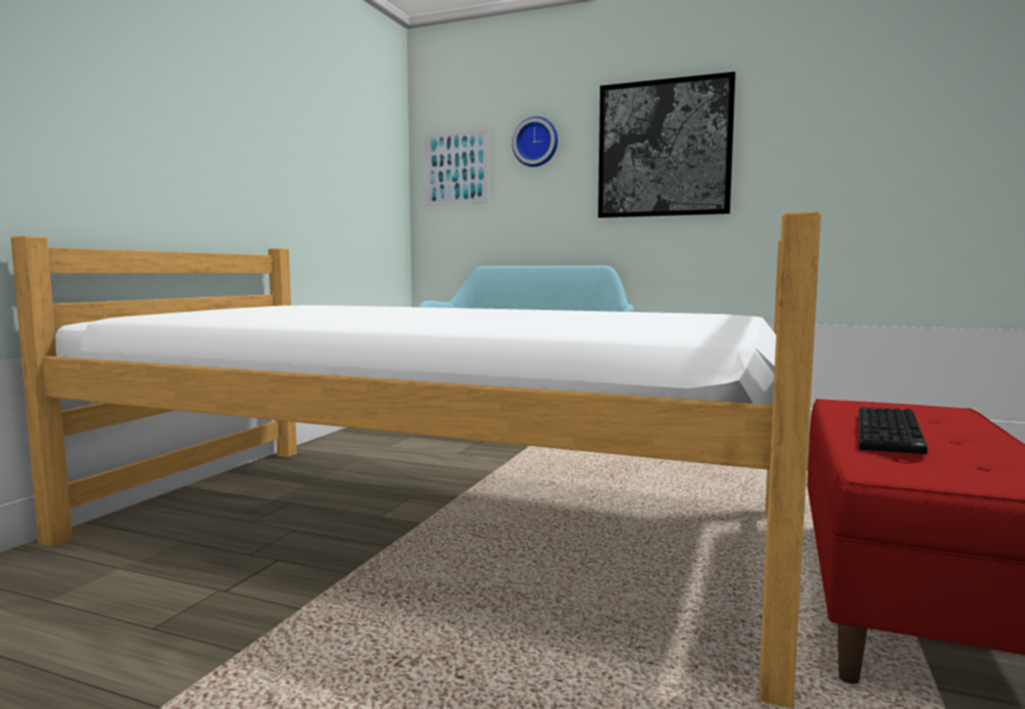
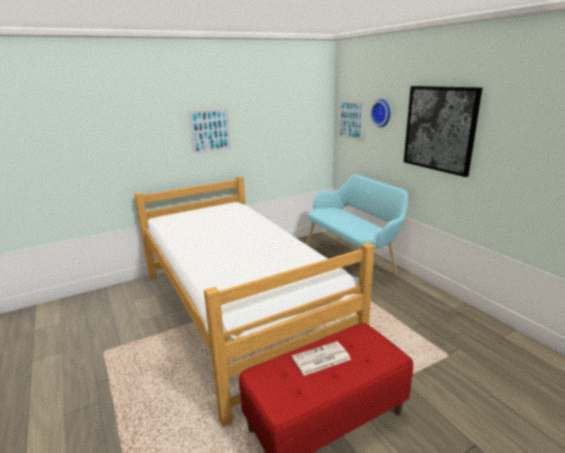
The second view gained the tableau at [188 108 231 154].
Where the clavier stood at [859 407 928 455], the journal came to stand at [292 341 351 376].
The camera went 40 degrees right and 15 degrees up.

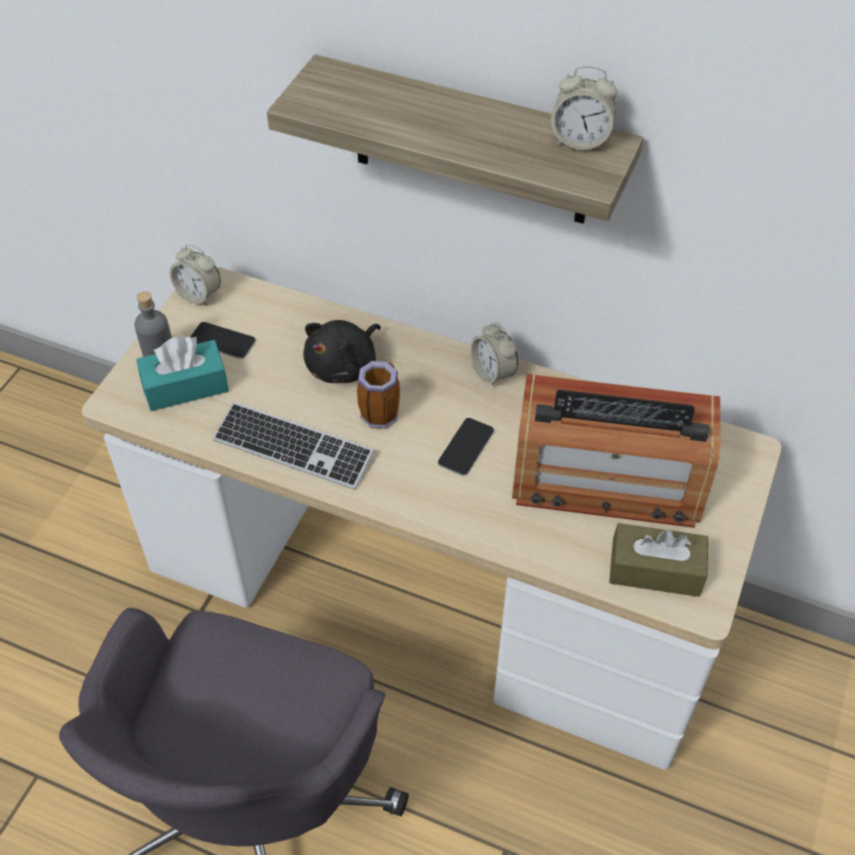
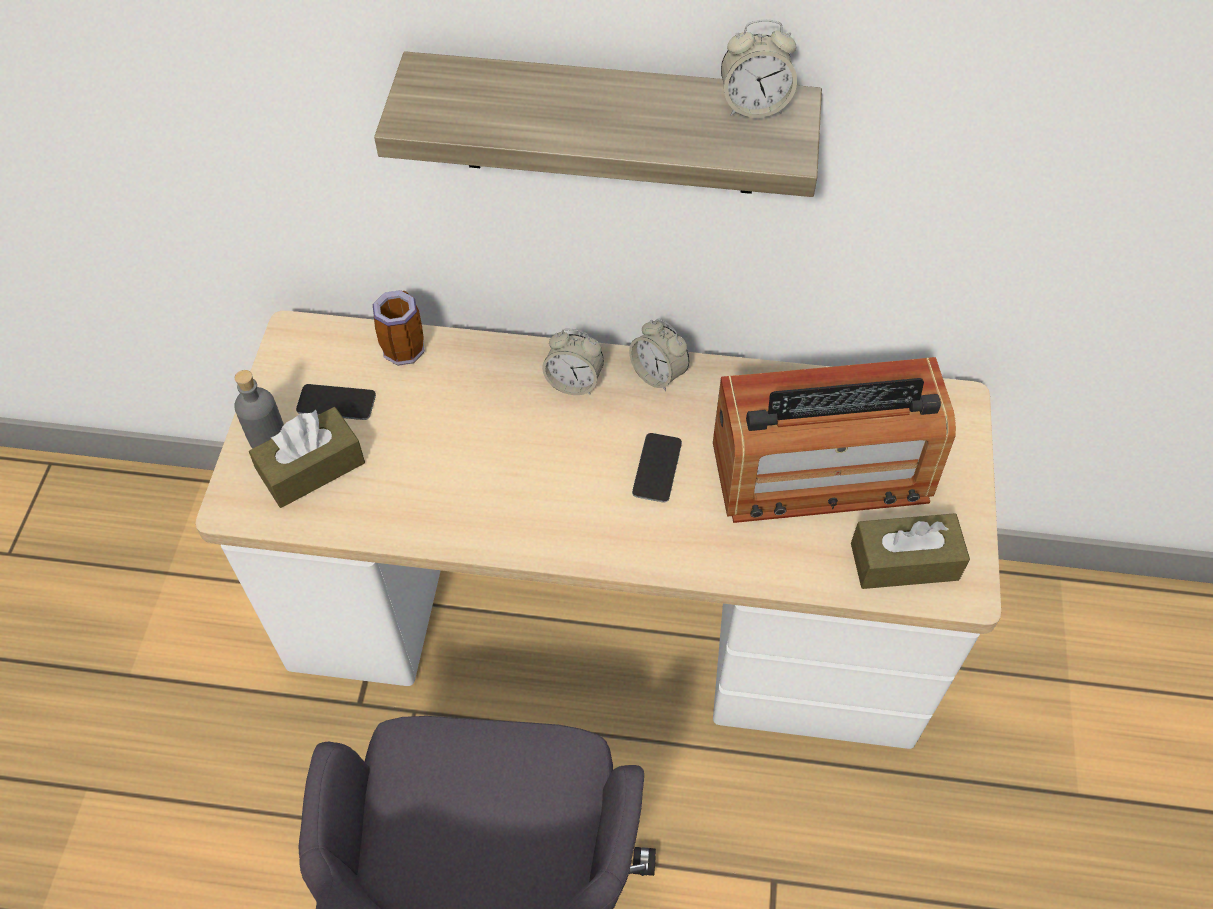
The second view lost the clavier at [213 402 374 490].
The second view lost the peluche/noir at [303 320 381 383].
The réveil ended up elsewhere, having gone from [170 244 221 306] to [542 329 604 395].
The mug ended up elsewhere, having gone from [357 361 400 429] to [373 290 425 366].
What was the boîte à mouchoirs/turquoise at [136 336 229 411] turned into the boîte à mouchoirs/marron at [249 407 365 508].
The camera went 15 degrees left and 5 degrees up.

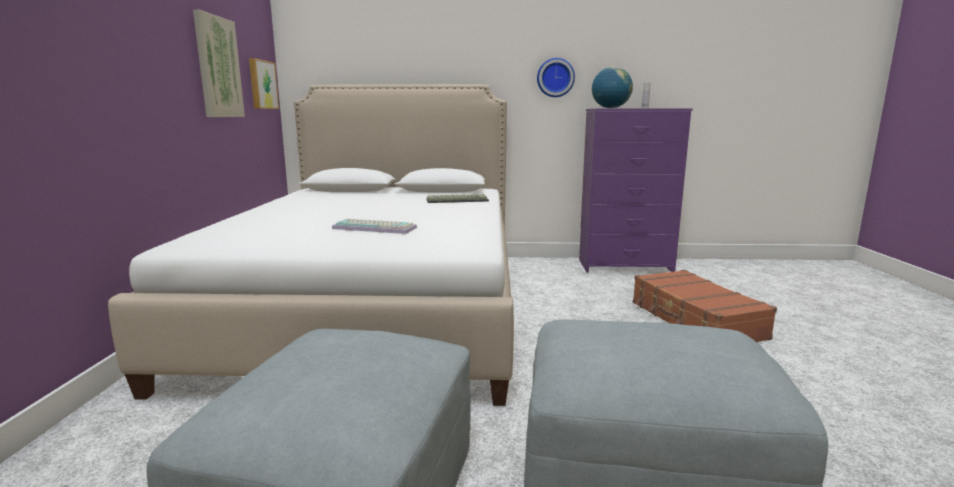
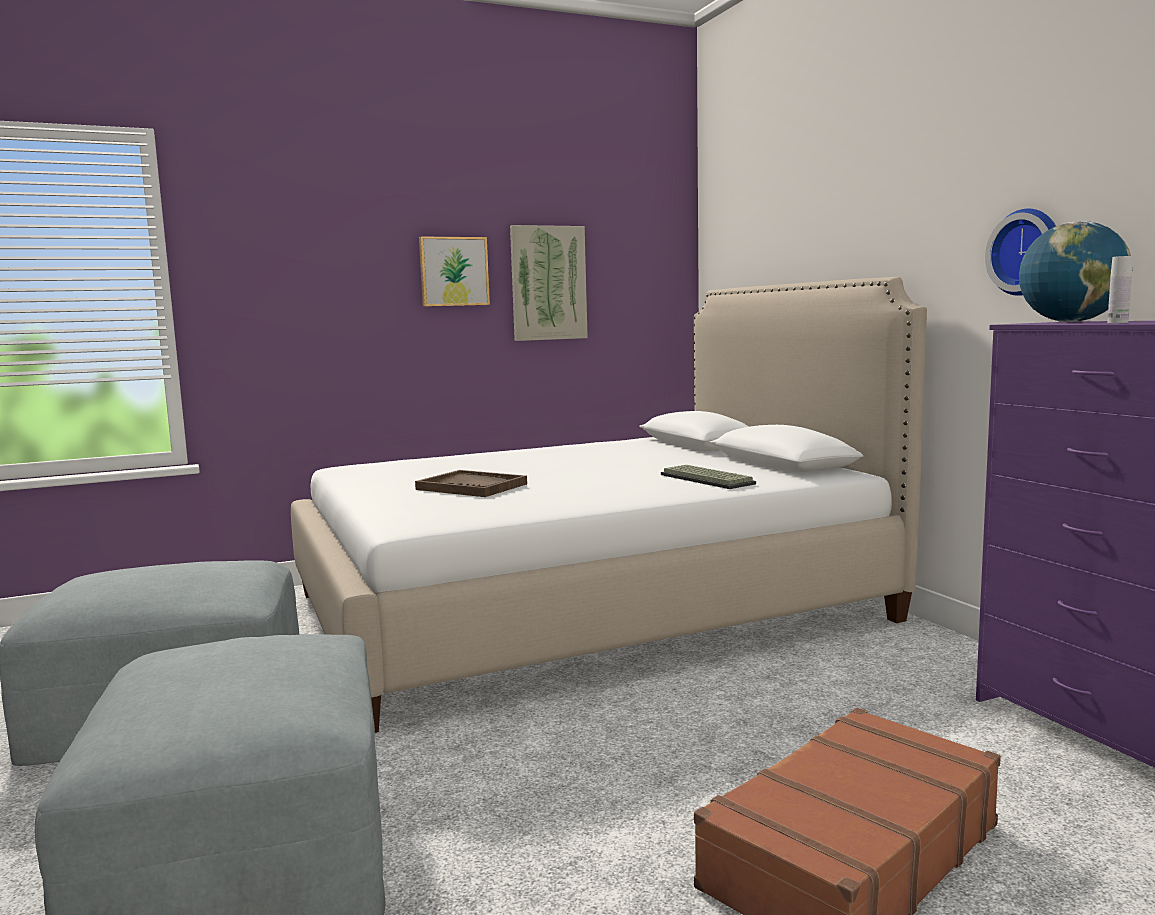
The tableau ended up elsewhere, having gone from [249 58 279 109] to [419 237 490 307].
Where the clavier stood at [332 219 417 234], the plateau/marron came to stand at [415 470 527 497].
The camera went 65 degrees right and 5 degrees down.

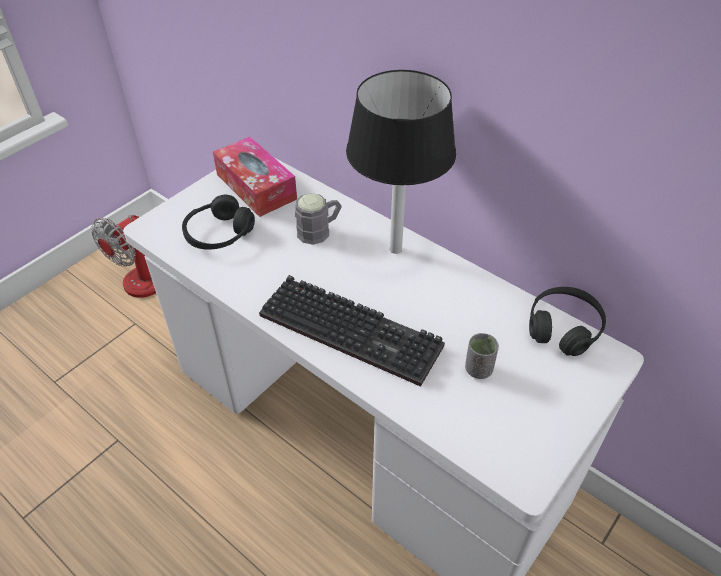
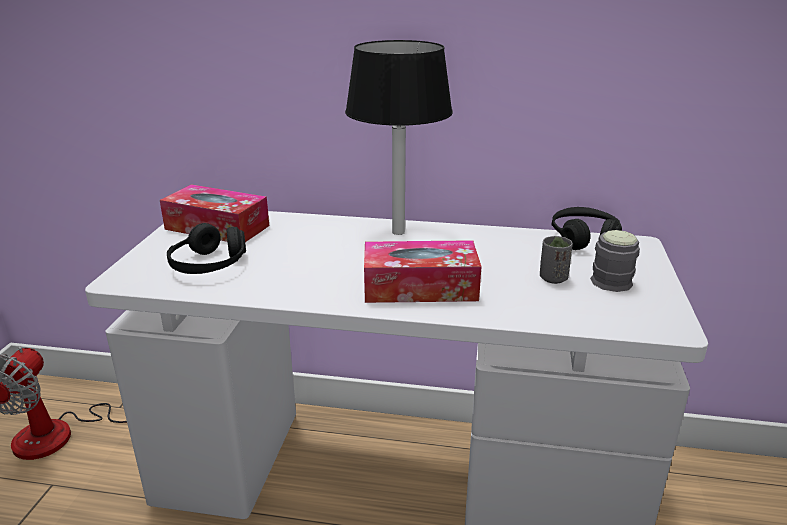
The mug/gris ended up elsewhere, having gone from [295 193 342 245] to [590 230 640 292].
Where the clavier stood at [259 275 445 387], the boîte à mouchoirs came to stand at [364 240 481 303].
The camera went 30 degrees left and 20 degrees down.

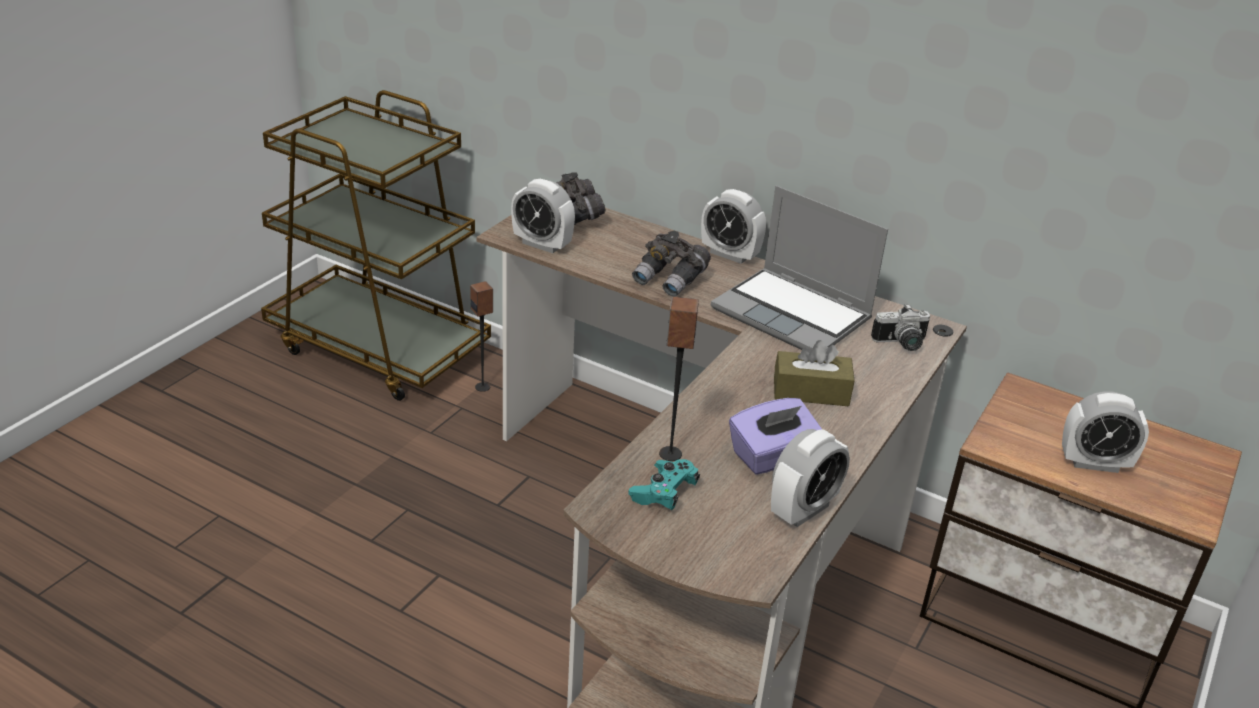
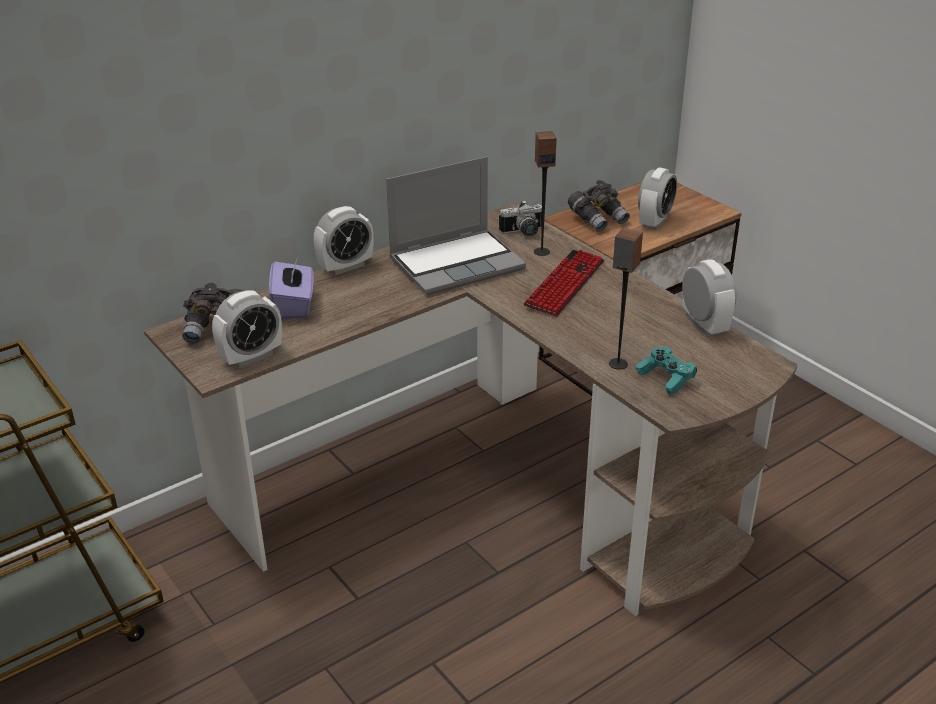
The enceinte ended up elsewhere, having gone from [470 281 493 392] to [534 131 557 256].
The jumelles/gris ended up elsewhere, having gone from [632 231 711 297] to [568 180 630 232].
The boîte à mouchoirs/violet ended up elsewhere, having gone from [729 398 822 474] to [269 256 314 319].
Where the boîte à mouchoirs/marron stood at [774 340 854 406], the clavier came to stand at [524 250 605 317].
The appareil photo at [871 304 930 351] ended up facing another way, 60 degrees clockwise from before.
The camera went 65 degrees left and 0 degrees up.

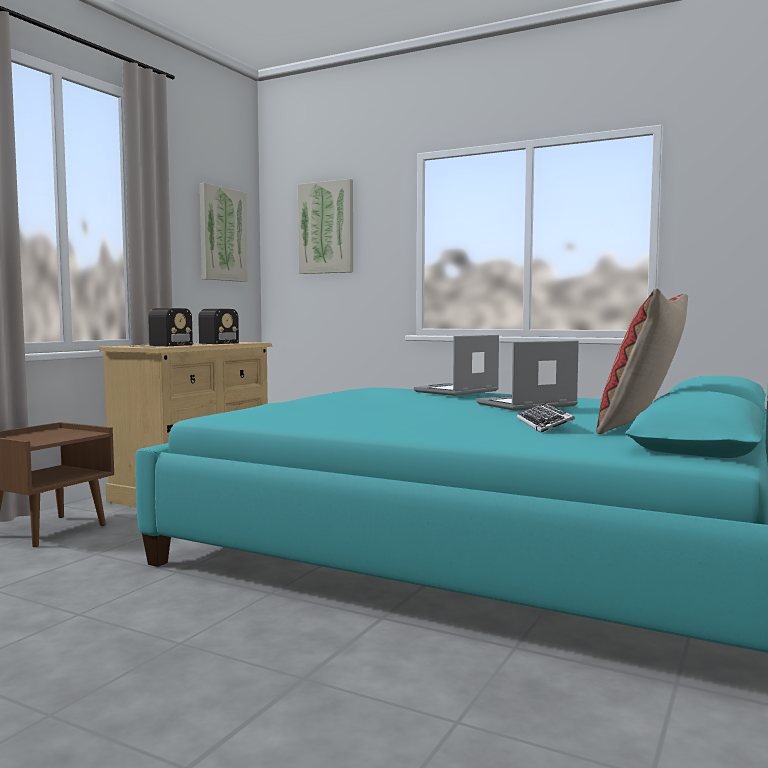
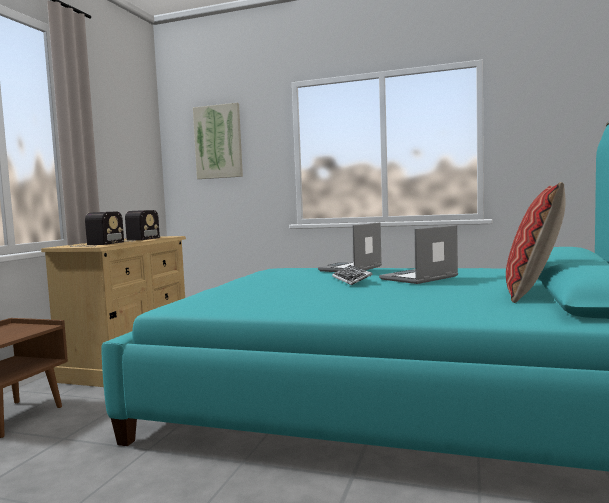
The second view lost the tableau at [200 183 248 282].
The clavier ended up elsewhere, having gone from [517 403 575 433] to [332 265 373 285].
The camera went 10 degrees left and 0 degrees up.

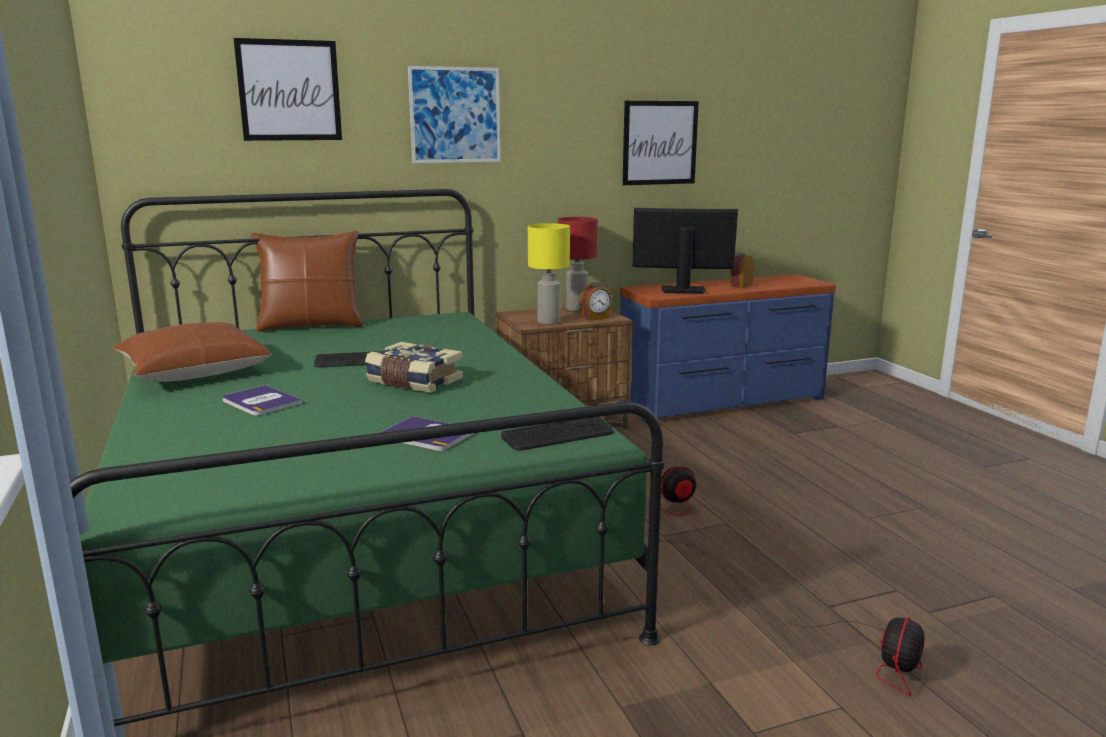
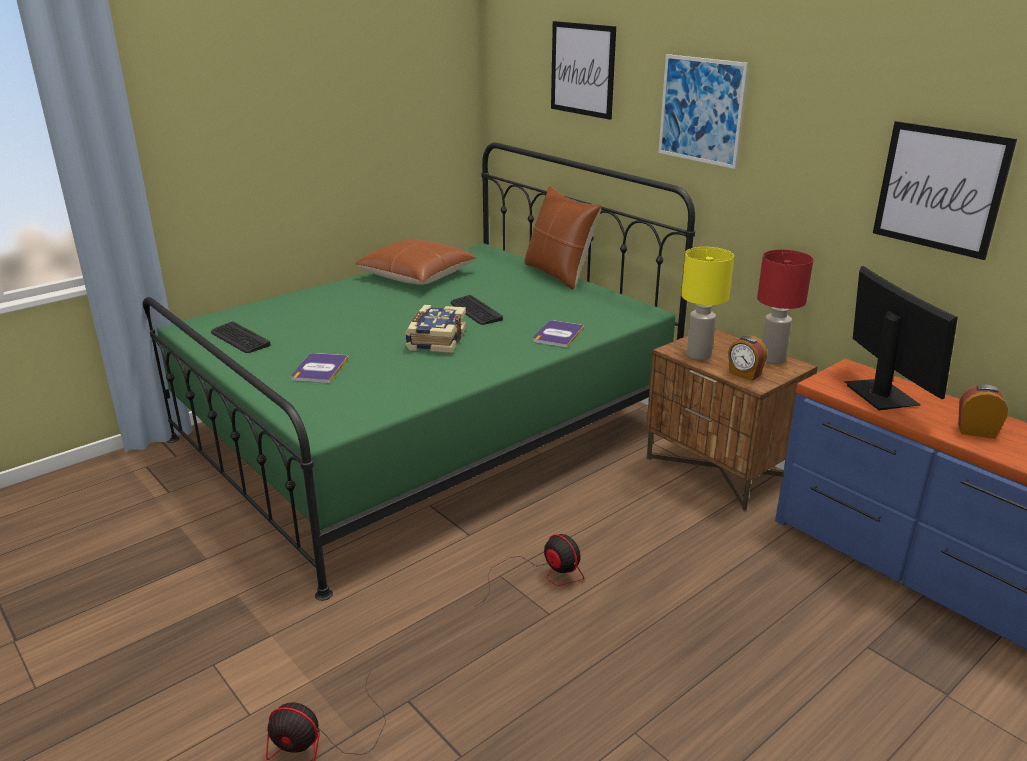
The livre ended up elsewhere, having gone from [222 385 302 416] to [533 320 584 348].
The clavier ended up elsewhere, having gone from [501 417 614 451] to [211 321 271 353].
The camera went 70 degrees right and 10 degrees up.

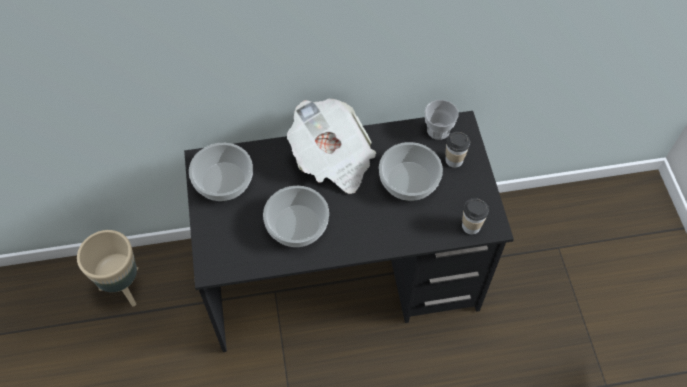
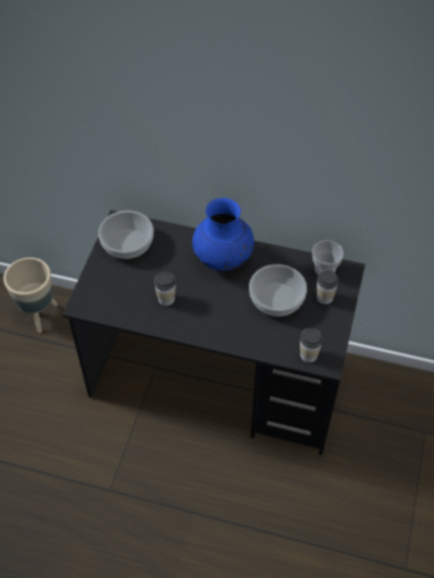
Where the bol stood at [263 186 329 247], the tasse came to stand at [154 272 176 306].
Where the journal stood at [287 99 376 194], the vase/bleu came to stand at [192 198 254 271].
The camera went 25 degrees right and 5 degrees down.

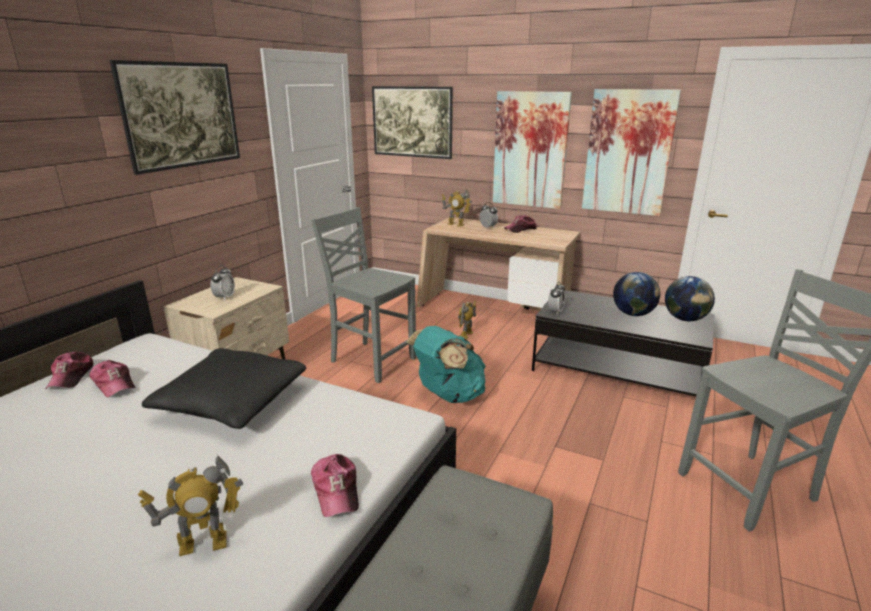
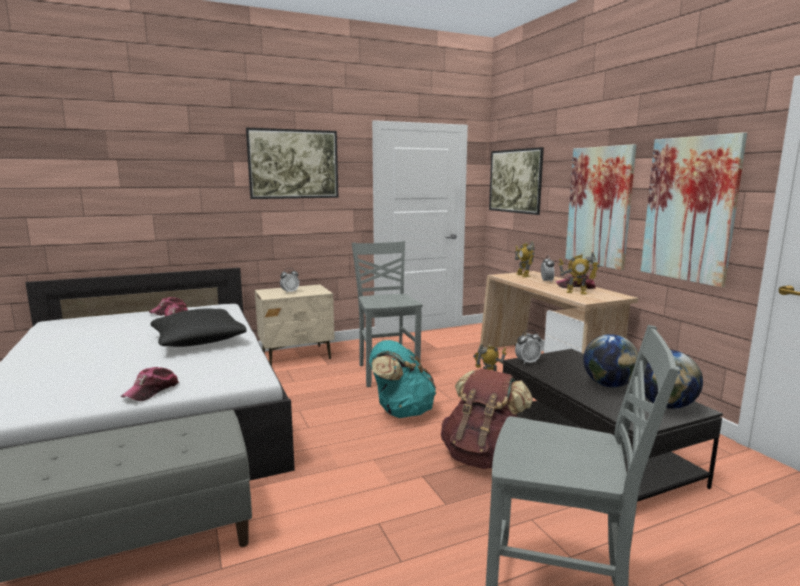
The second view gained the sac à dos/marron at [441 368 533 469].
The robot jouet ended up elsewhere, having gone from [137 456 243 556] to [558 252 600 295].
The camera went 40 degrees right and 10 degrees down.

